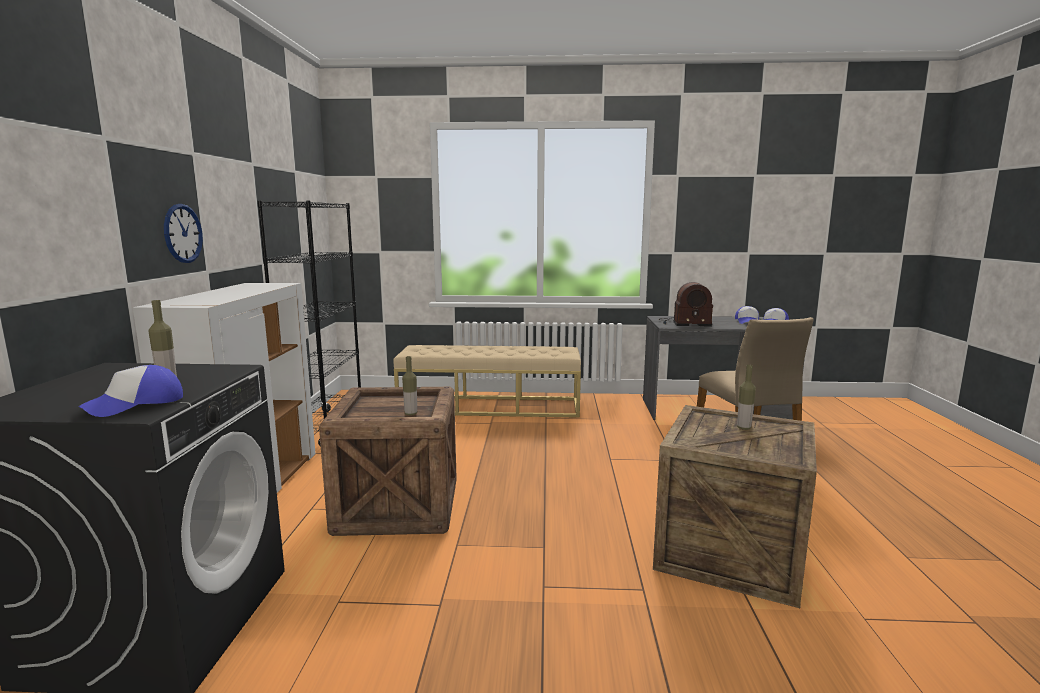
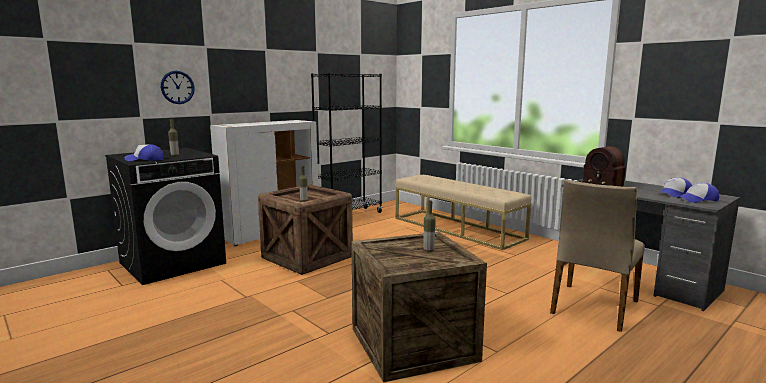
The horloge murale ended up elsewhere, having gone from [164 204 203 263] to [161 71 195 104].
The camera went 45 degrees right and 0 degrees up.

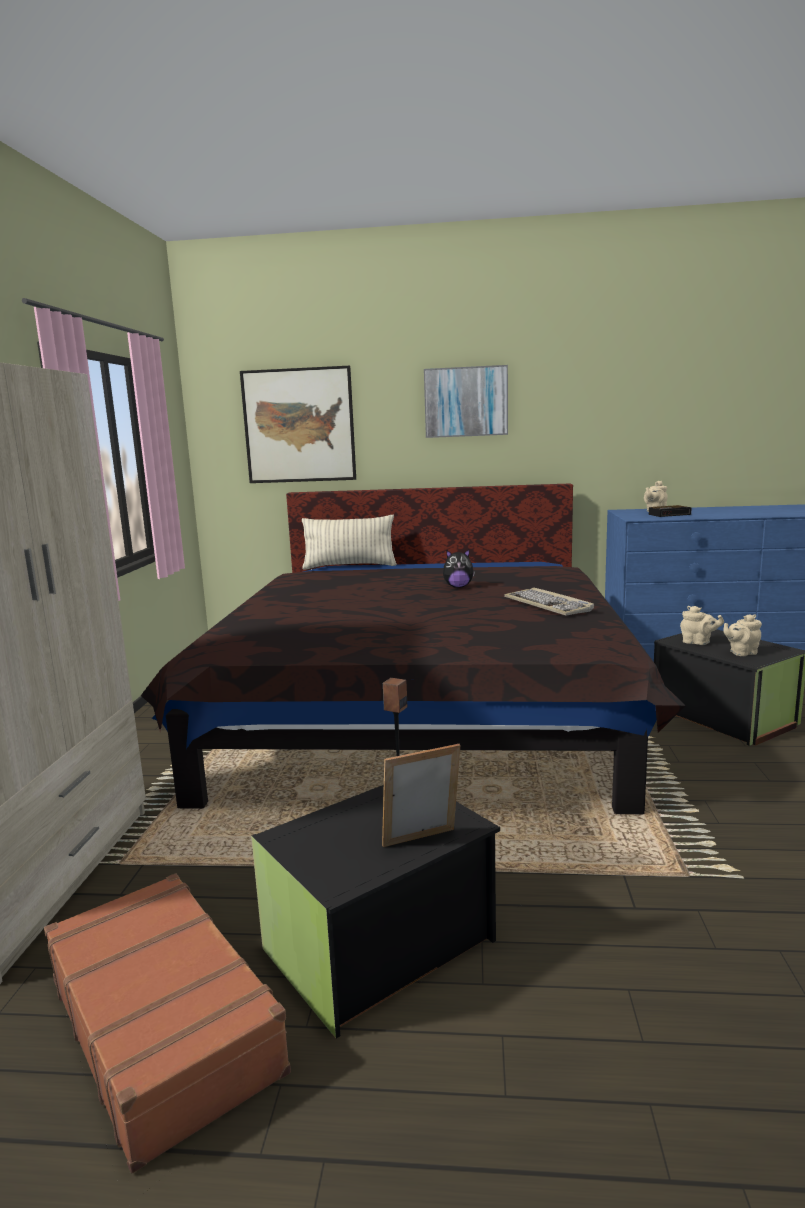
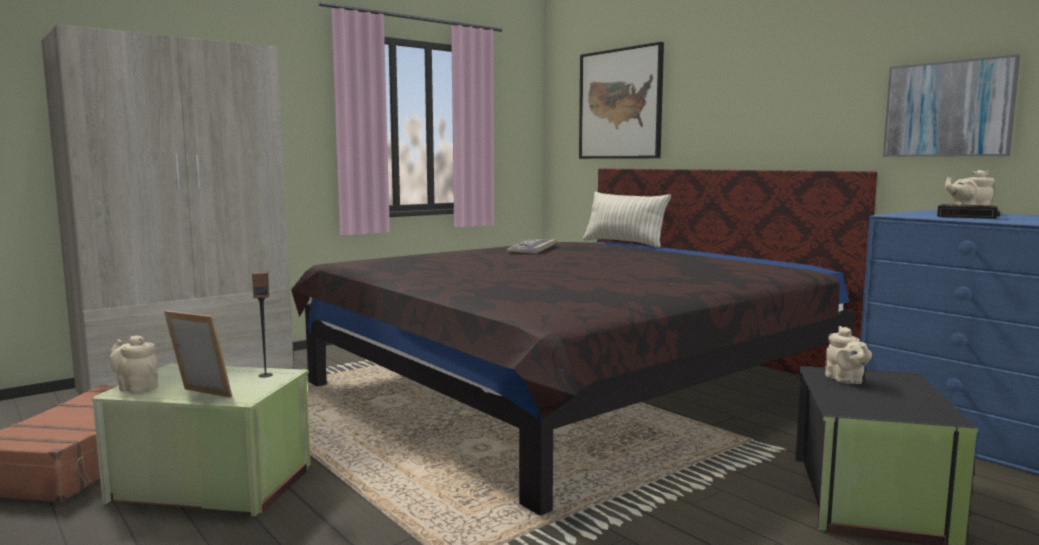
The second view lost the peluche at [443 549 475 588].
The tableau ended up elsewhere, having gone from [424 365 508 438] to [883 54 1020 157].
The clavier ended up elsewhere, having gone from [504 588 594 616] to [507 239 556 254].
The théière/beige ended up elsewhere, having gone from [723 614 762 656] to [110 335 158 393].
What was the boîte de rangement/noir at [251 785 500 1038] turned into the boîte de rangement/vert at [92 363 311 516].
The camera went 45 degrees right and 5 degrees down.

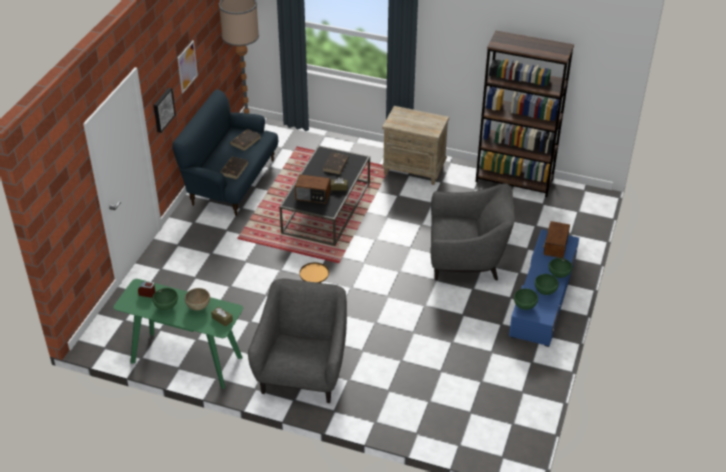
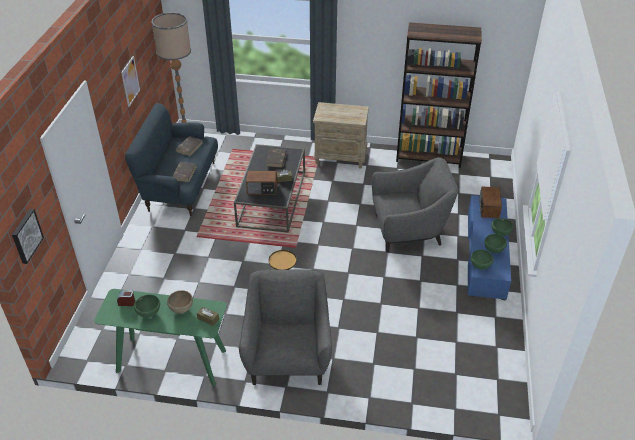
The tableau ended up elsewhere, having gone from [154 87 176 133] to [12 209 44 264].
The camera went 10 degrees left and 0 degrees up.

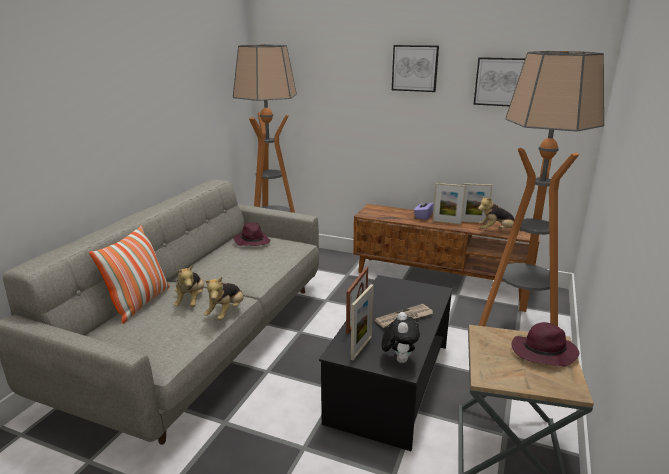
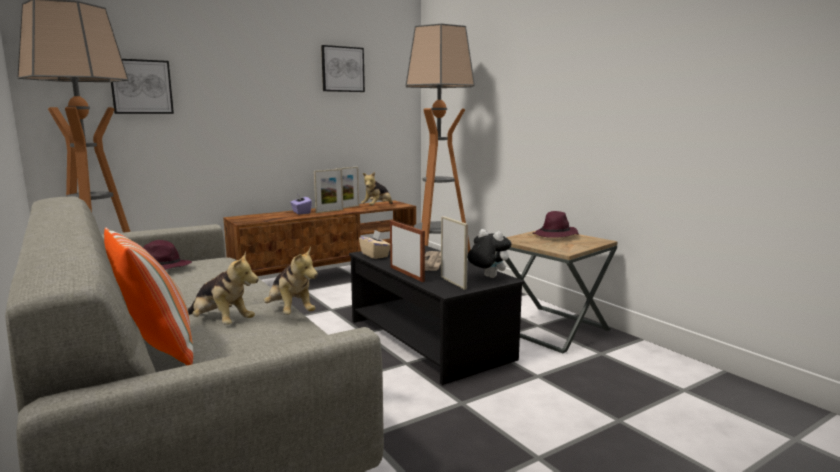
The second view gained the boîte à mouchoirs/beige at [359 230 390 259].
The tableau ended up elsewhere, having gone from [392 45 439 92] to [111 59 174 114].
The camera went 55 degrees left and 10 degrees down.

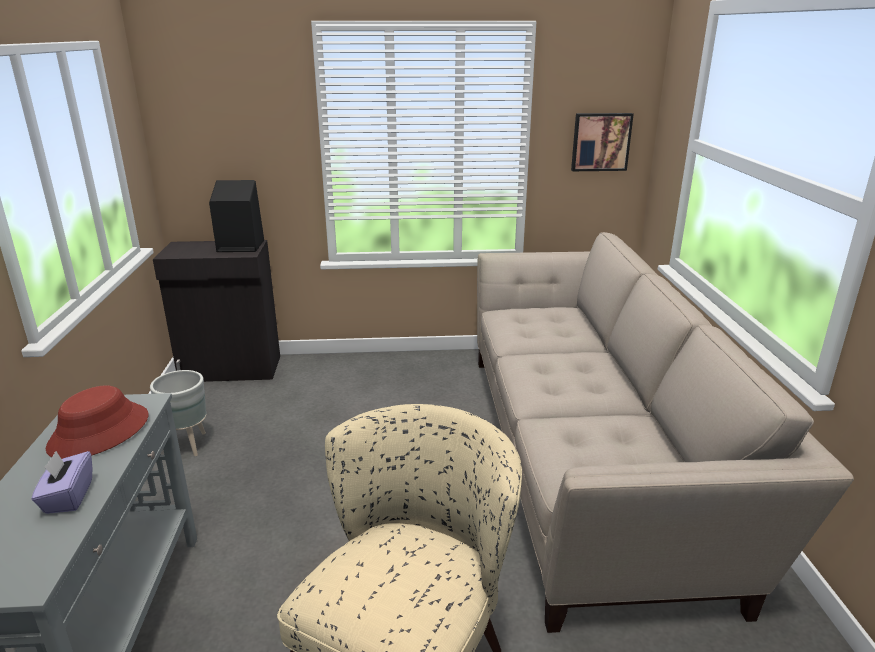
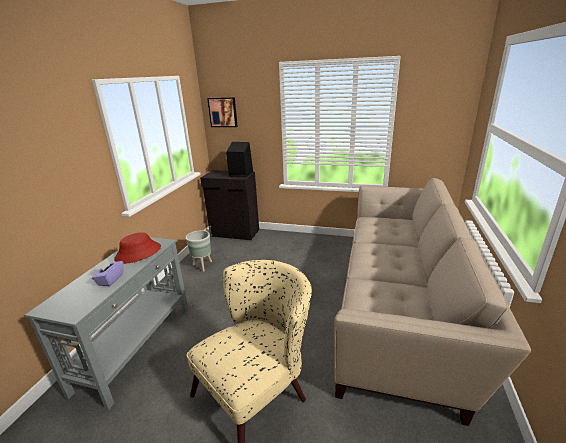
The tableau ended up elsewhere, having gone from [571 113 634 171] to [207 97 238 127].
The camera went 20 degrees right and 0 degrees up.

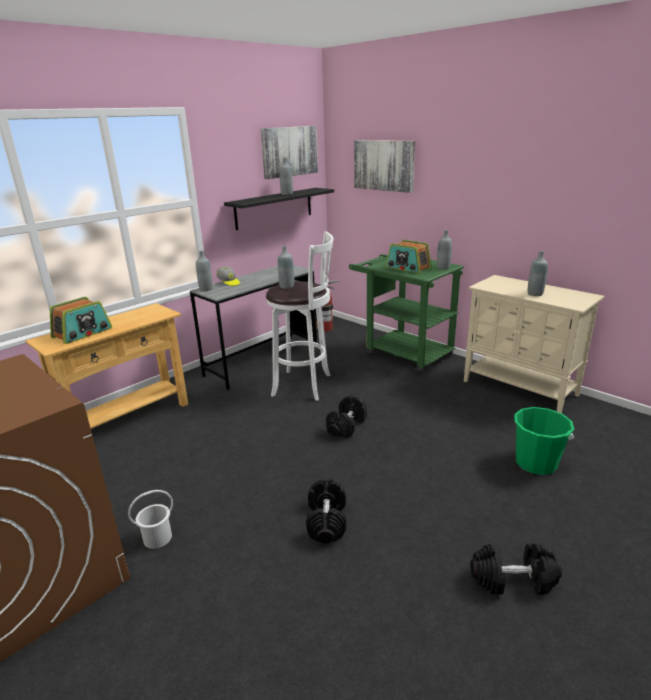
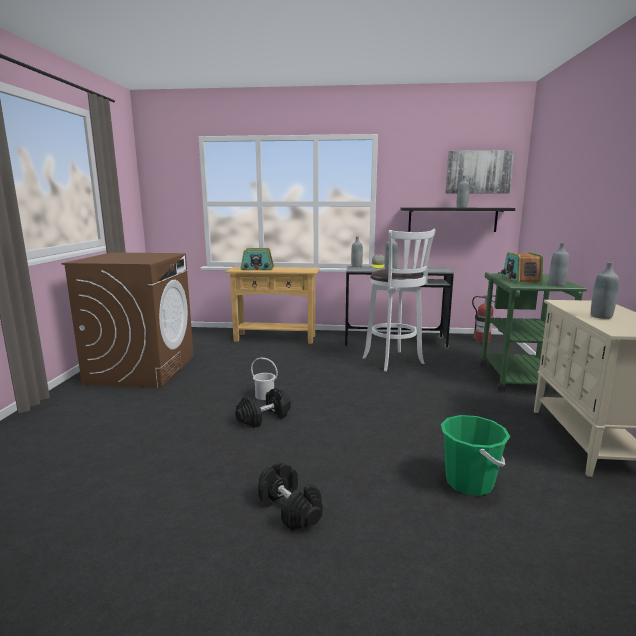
The second view lost the haltère/noir at [326 395 367 438].
The second view lost the tableau at [354 140 415 193].
The seau/blanc ended up elsewhere, having gone from [128 490 173 549] to [251 357 278 400].
The camera went 50 degrees right and 10 degrees down.

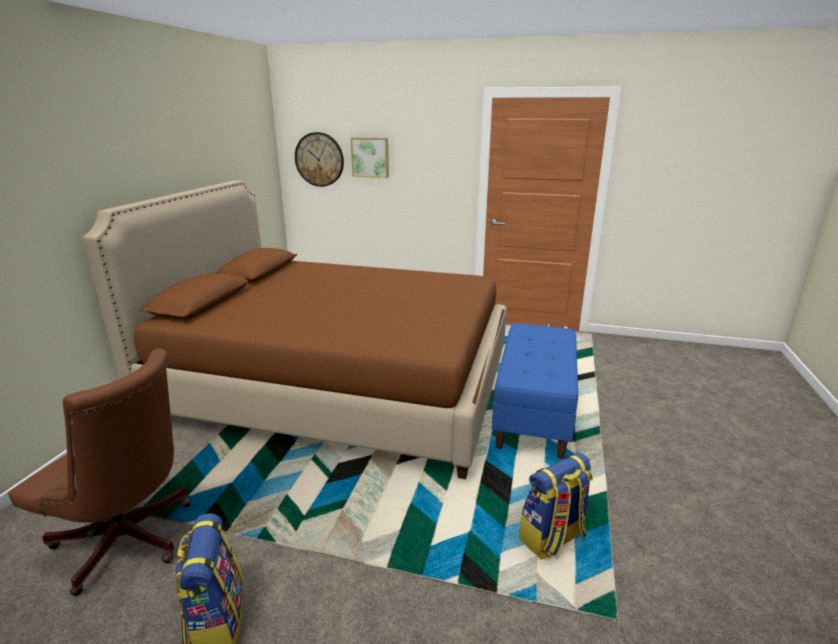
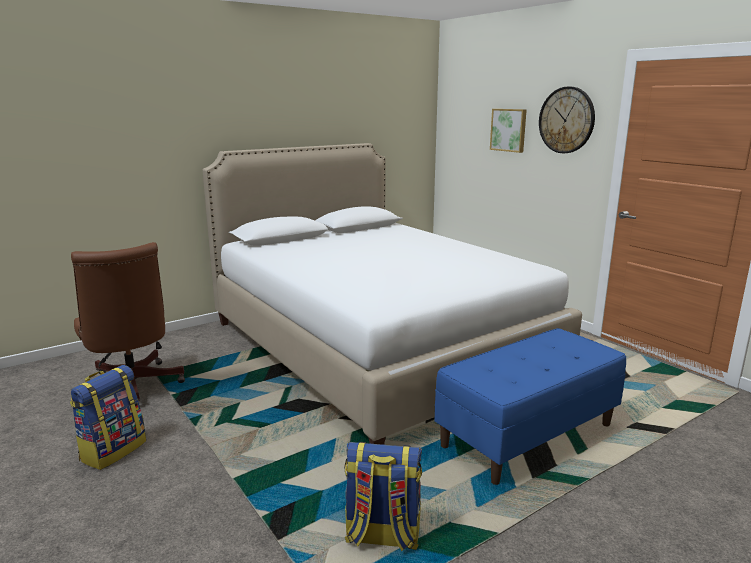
The horloge murale ended up elsewhere, having gone from [295 132 344 187] to [539 86 595 153].
What was the lit/marron at [83 180 507 479] turned into the lit/blanc at [202 143 582 445].
The camera went 40 degrees right and 5 degrees down.

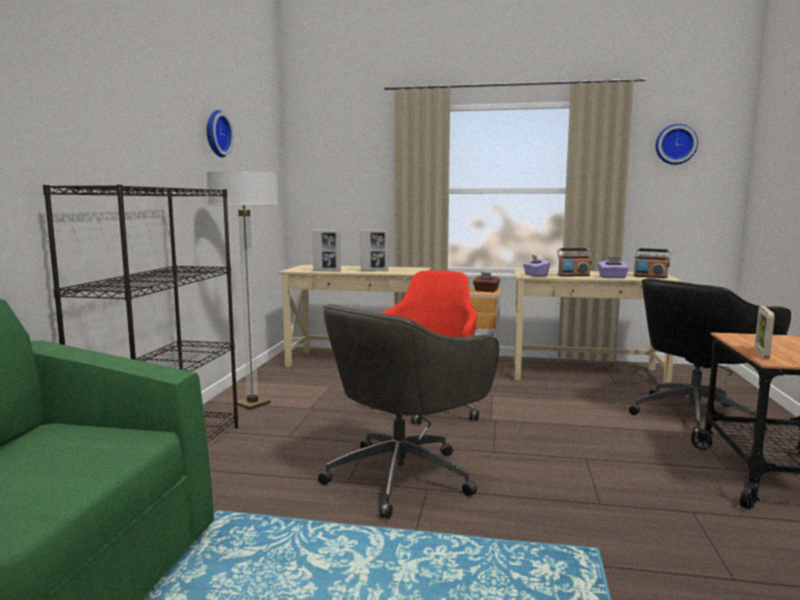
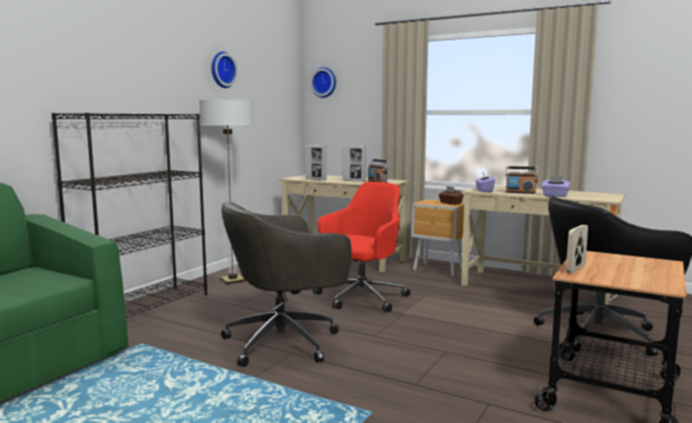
The radio ended up elsewhere, having gone from [633 248 671 279] to [368 159 390 183].
The horloge murale ended up elsewhere, having gone from [656 124 698 165] to [311 67 336 98].
The camera went 20 degrees right and 0 degrees up.

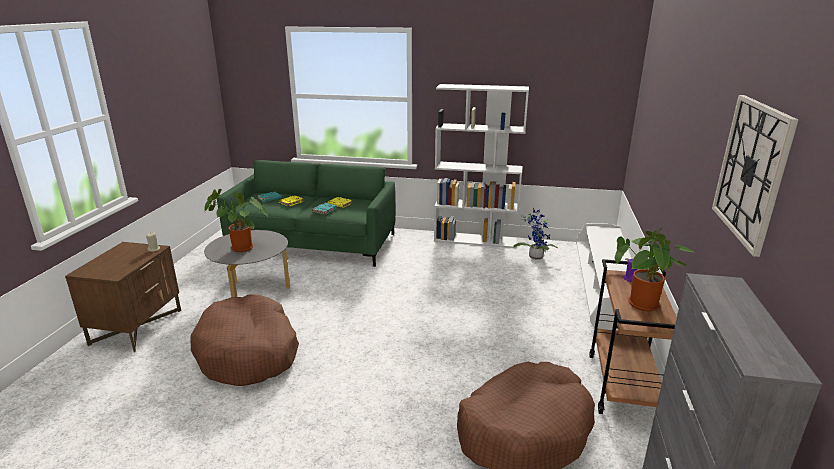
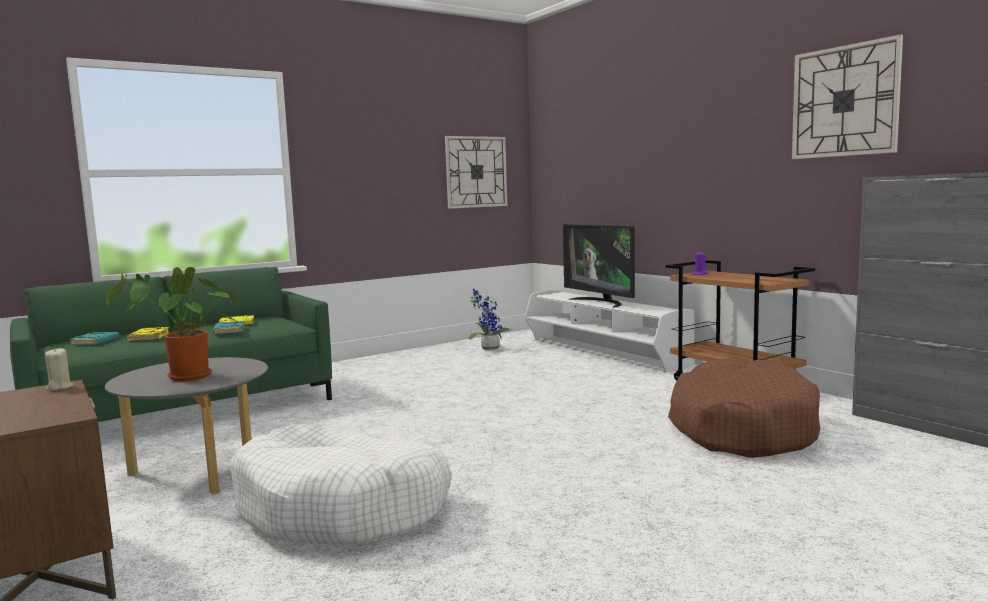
The second view lost the bibliothèque/blanc at [434 84 529 248].
The second view lost the plante en pot at [615 228 695 311].
The second view gained the horloge murale at [445 136 508 209].
The second view gained the téléviseur at [563 224 635 308].
What was the panier pour chien/marron at [190 295 299 386] turned into the panier pour chien/blanc at [230 424 452 547].
The camera went 45 degrees left and 15 degrees down.

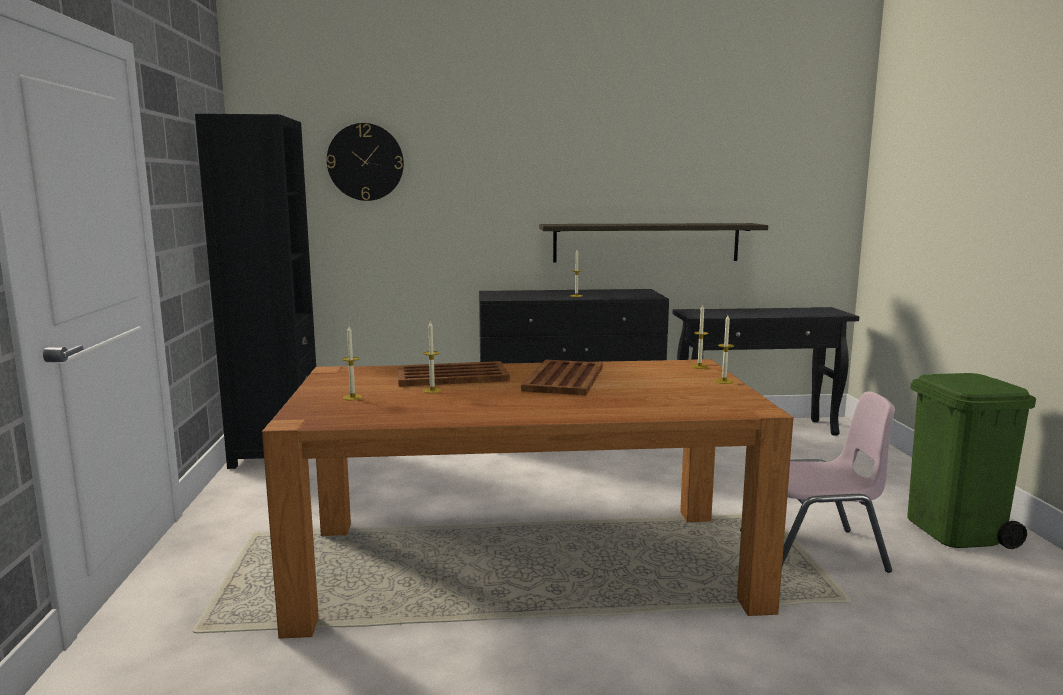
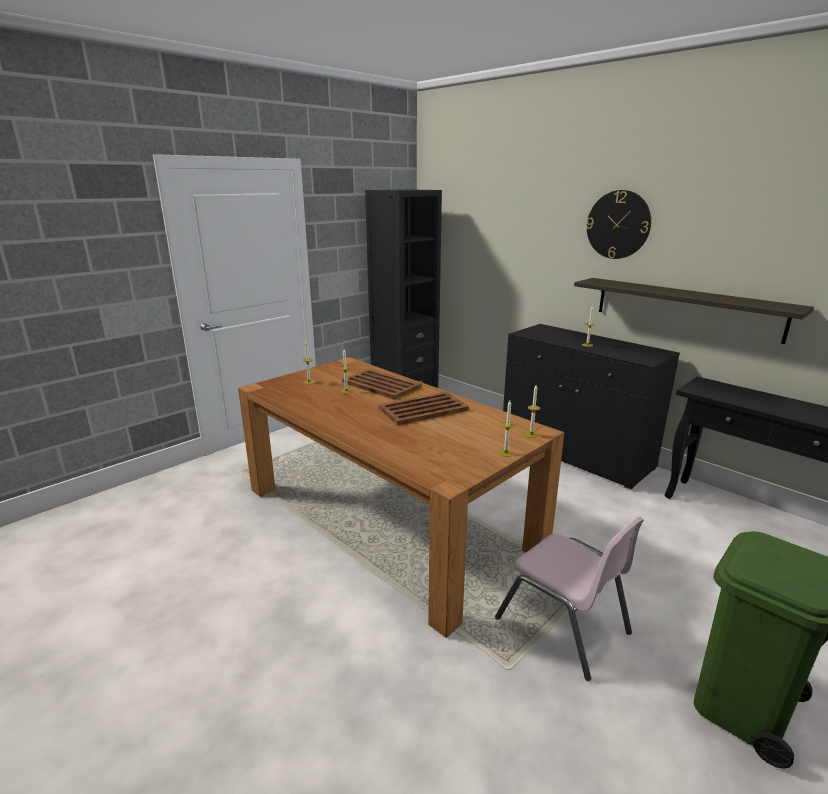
The horloge murale ended up elsewhere, having gone from [327 123 404 201] to [586 190 651 259].
The camera went 50 degrees right and 10 degrees up.

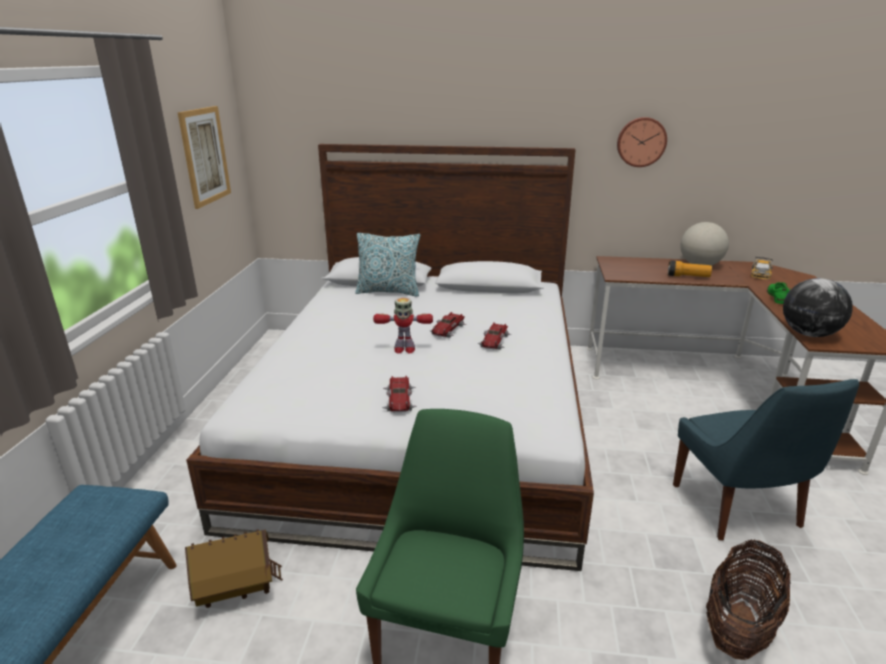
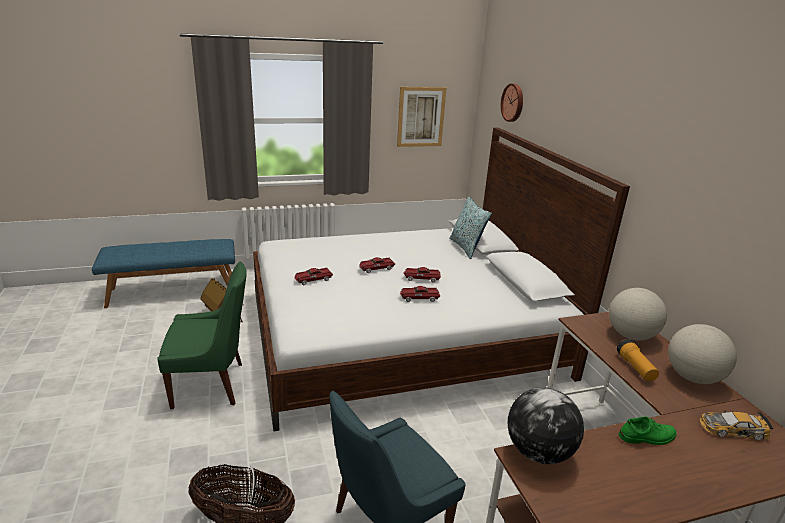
The second view gained the globe at [609 288 667 340].
The horloge murale ended up elsewhere, having gone from [617 117 667 167] to [501 84 523 122].
Where the robot jouet stood at [373 298 433 354], the petite voiture came to stand at [359 257 395 273].
The camera went 65 degrees right and 0 degrees up.

